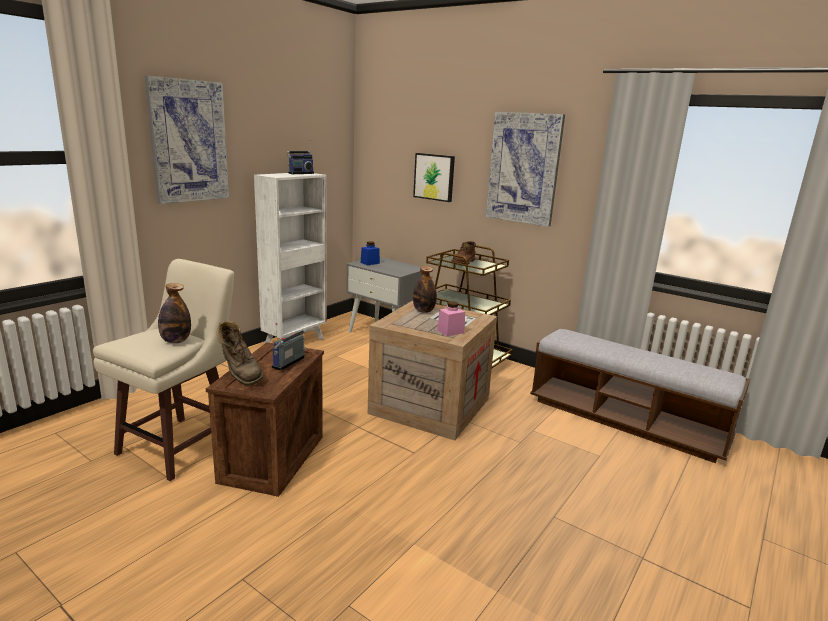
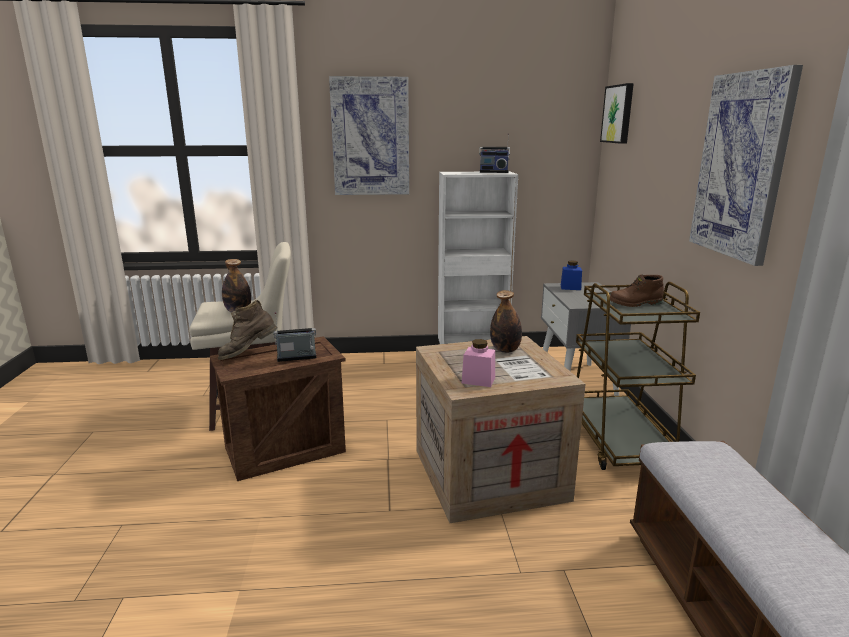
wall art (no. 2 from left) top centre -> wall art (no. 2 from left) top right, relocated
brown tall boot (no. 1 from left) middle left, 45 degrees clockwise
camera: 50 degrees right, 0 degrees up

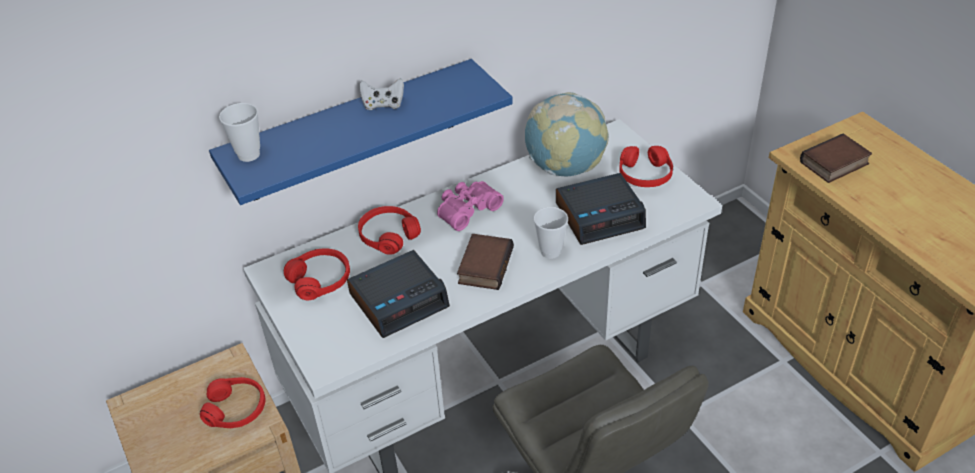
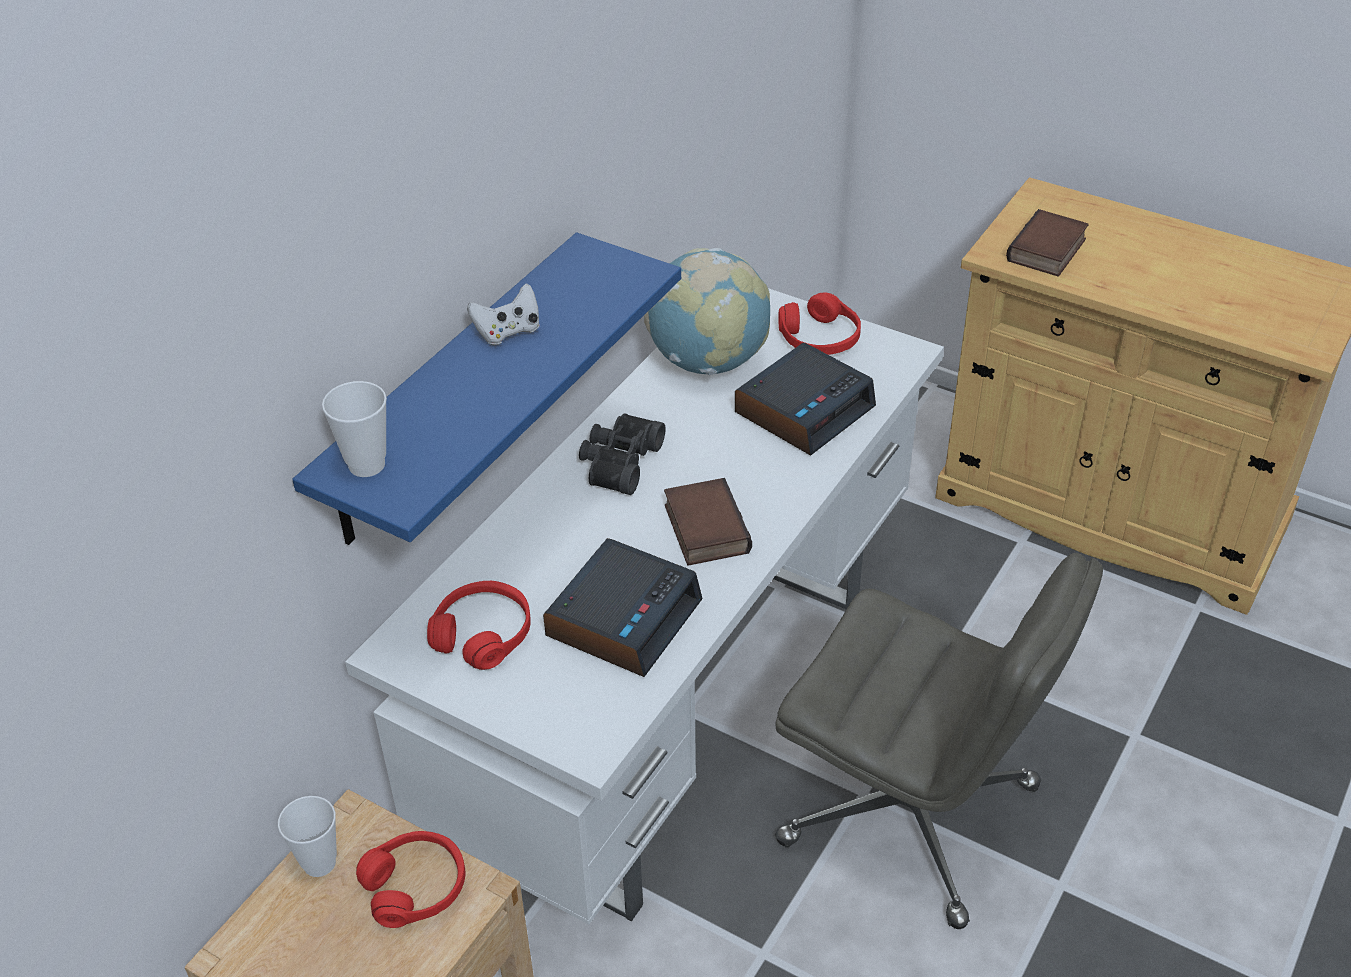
red-coloured headset (no. 3 from left) centre -> none
small cup (no. 2 from left in the first image) centre -> small cup (no. 1 from left) bottom left, relocated
pink-coloured pair of binoculars centre -> black-coloured pair of binoculars centre
camera: 30 degrees left, 0 degrees up

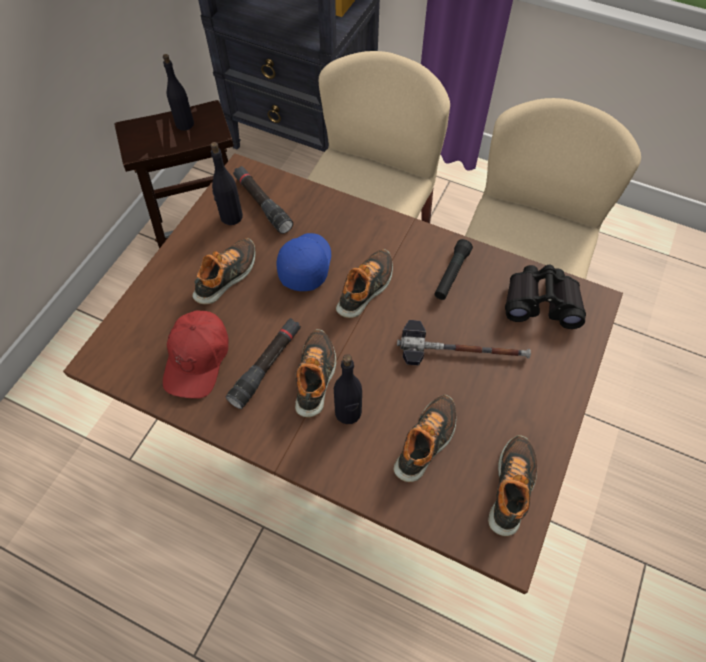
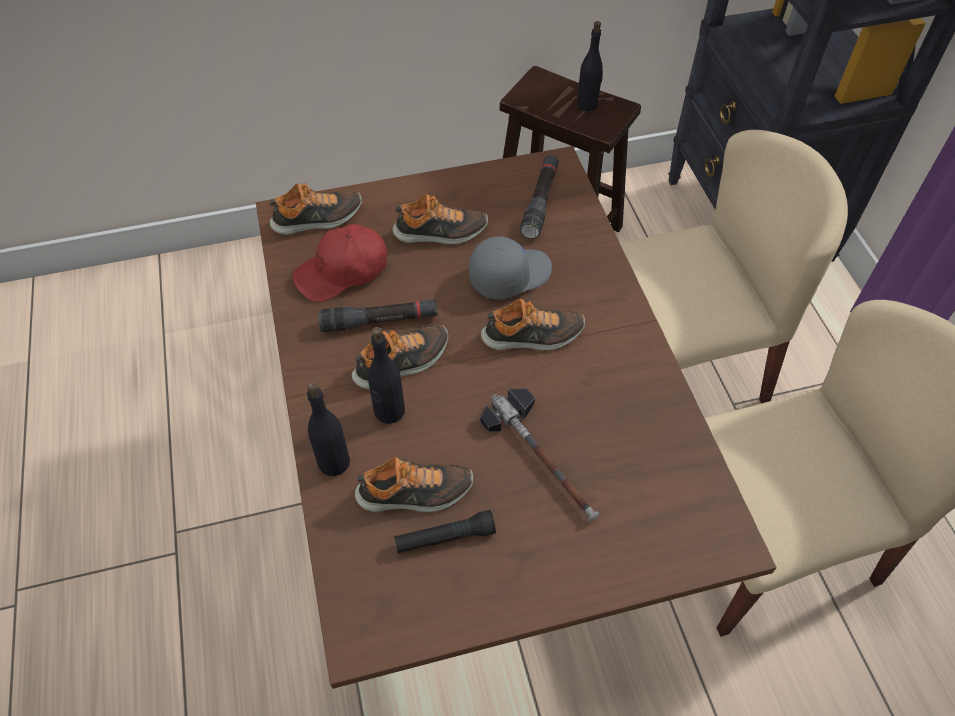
black-coloured pair of binoculars middle right -> none
black-coloured beverage bottle (no. 2 from left in the first image) top left -> black-coloured beverage bottle (no. 1 from left) centre, relocated
black-coloured torch (no. 3 from left in the first image) centre -> black-coloured torch (no. 2 from left) bottom centre, relocated
shoe (no. 5 from left in the first image) bottom right -> shoe (no. 1 from left) top left, relocated
blue-coloured cap centre -> gray cap centre
camera: 50 degrees right, 5 degrees down

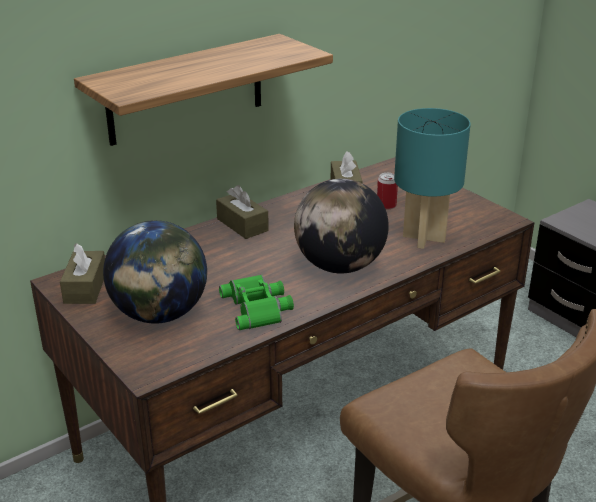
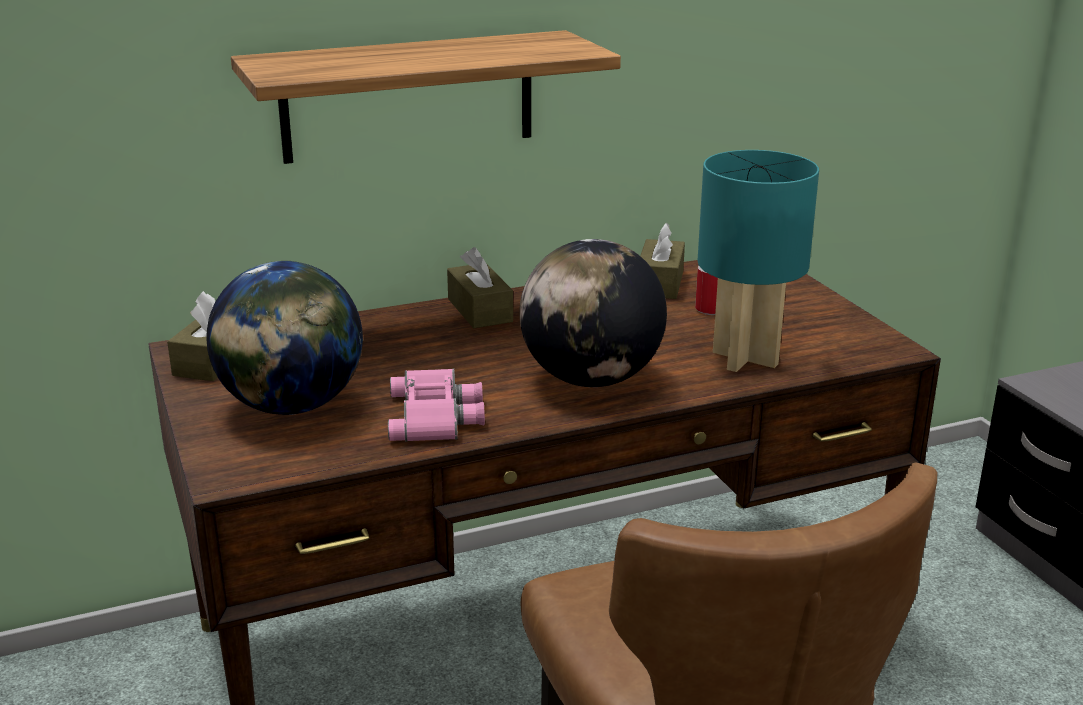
greenish pair of binoculars centre -> pink-coloured pair of binoculars centre
camera: 15 degrees right, 5 degrees down

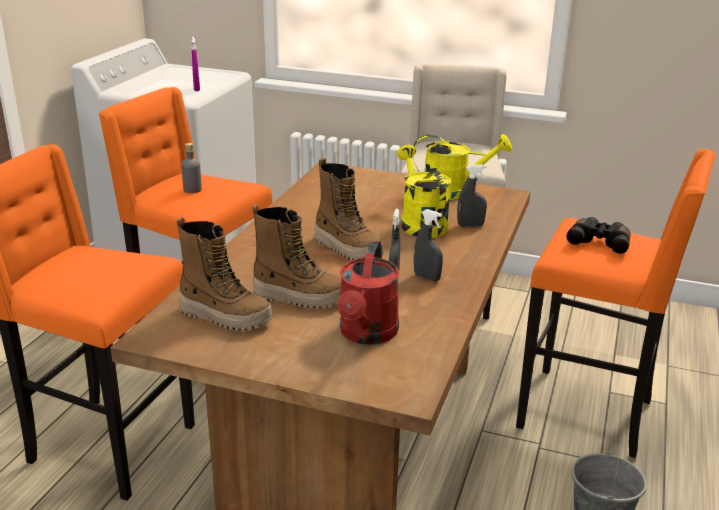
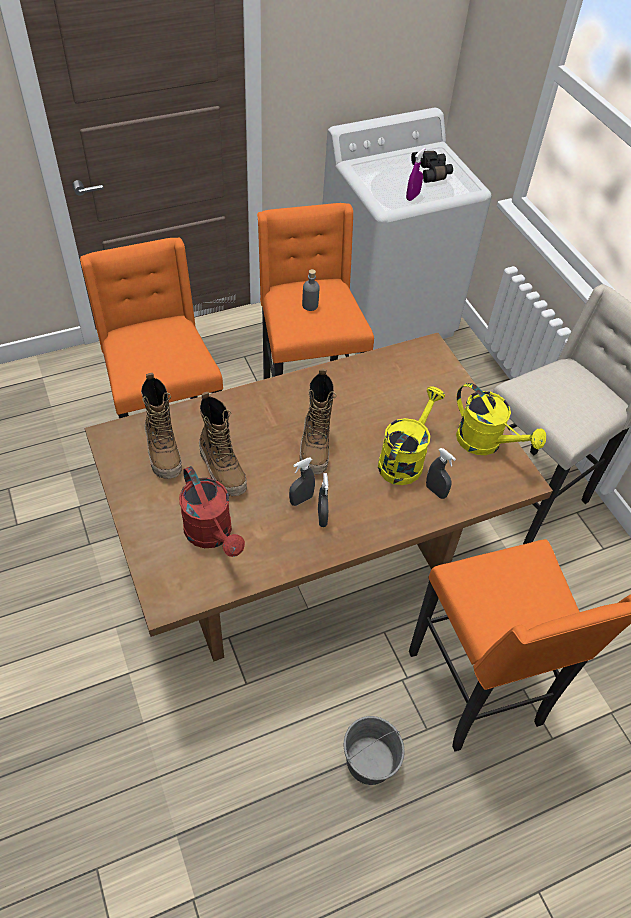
black-coloured pair of binoculars middle right -> black-coloured pair of binoculars top right, relocated
red-coloured sprinkling can centre, 90 degrees counterclockwise
camera: 45 degrees right, 25 degrees up

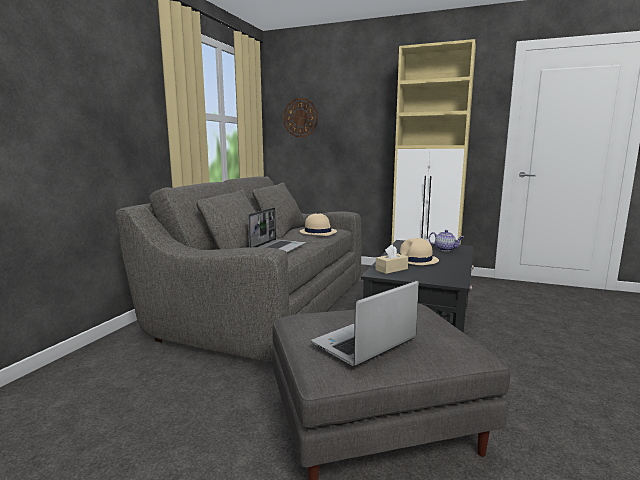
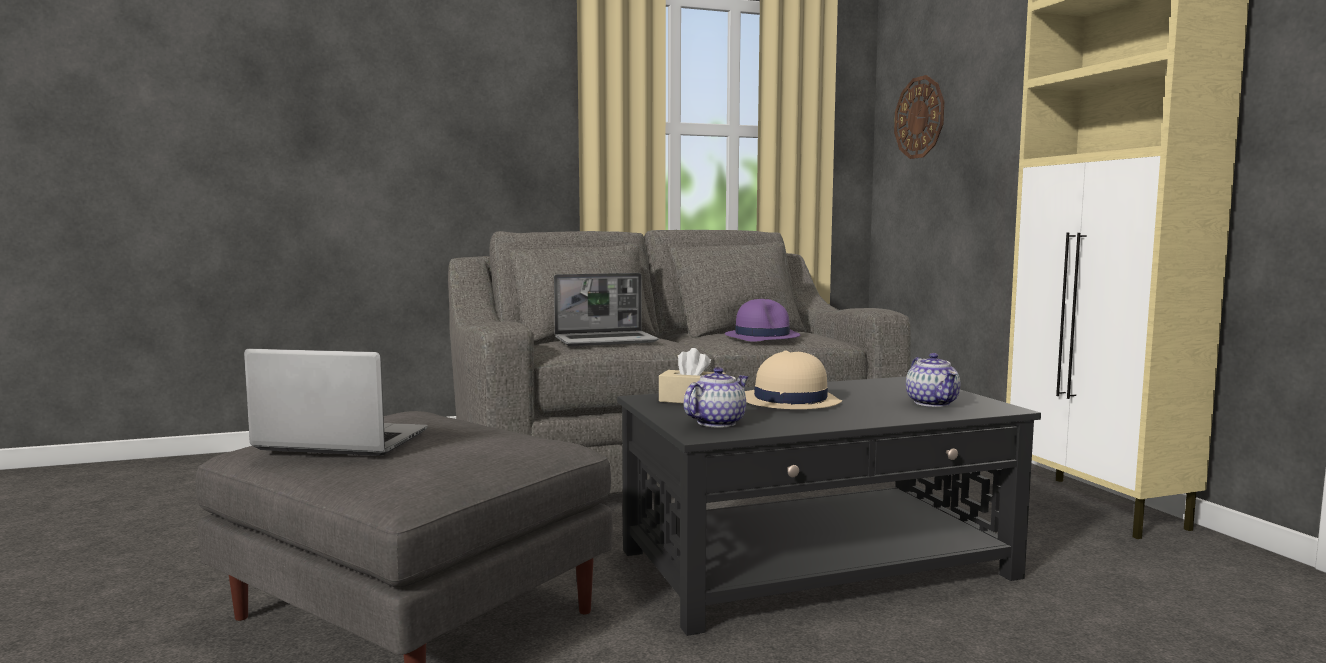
none -> pot for tea (no. 1 from left) centre
beige-coloured hat (no. 1 from left) centre -> purplish hat centre
camera: 50 degrees right, 5 degrees down

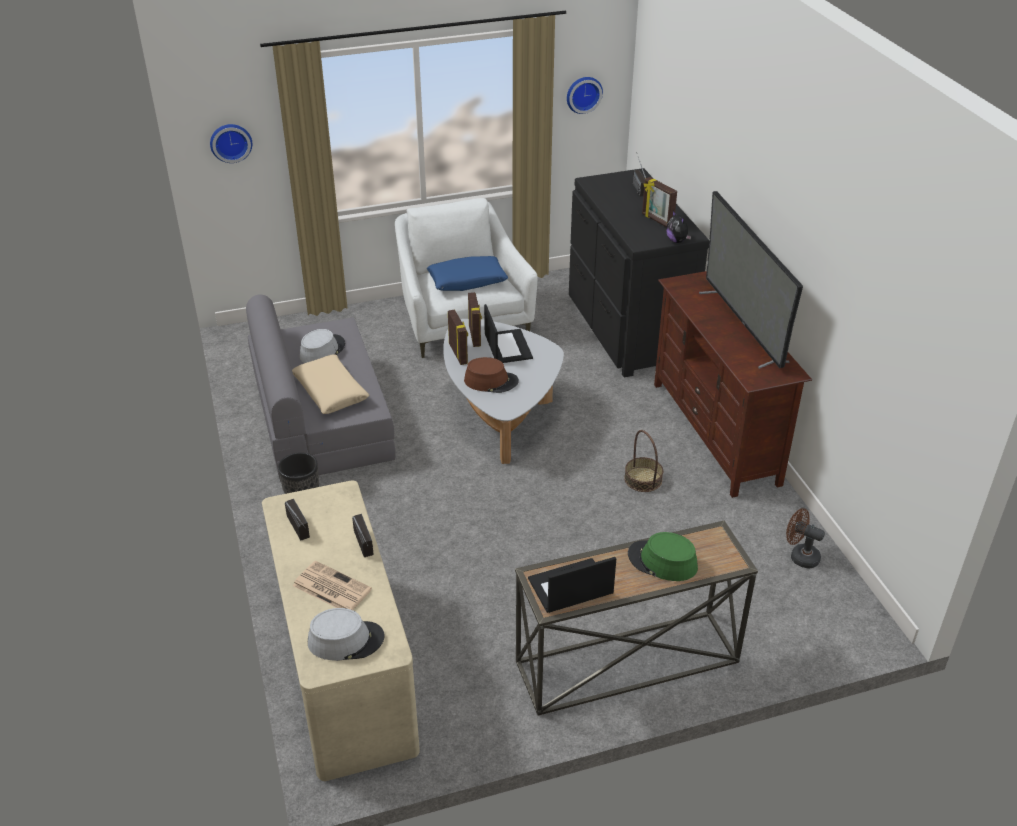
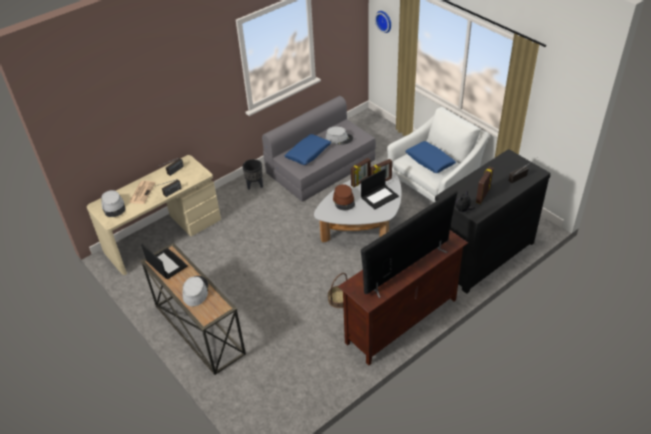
wall clock (no. 2 from left) top centre -> none
brown electric fan middle right -> none
beige-coloured pillow middle left -> blue-coloured pillow (no. 1 from left) centre
greenish hat bottom centre -> gray hat (no. 2 from left) bottom left
camera: 70 degrees right, 5 degrees up

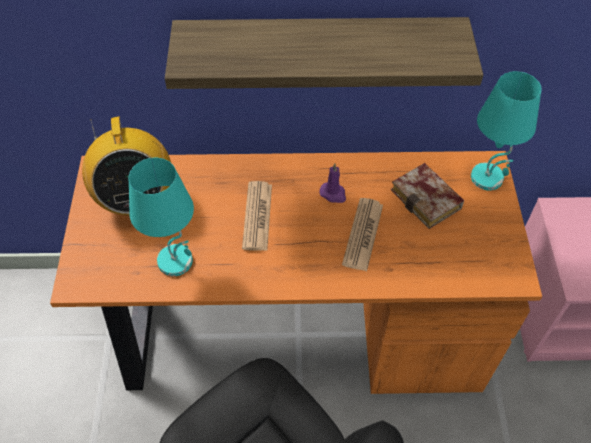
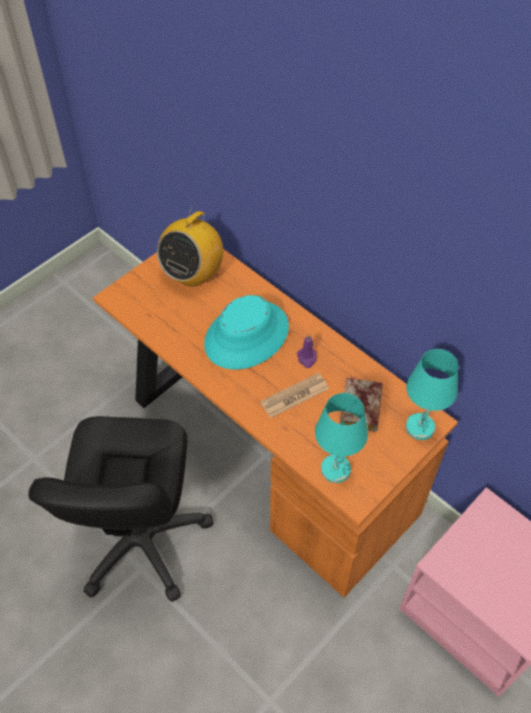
shelf top centre -> none
turquoise lamp for a table (no. 1 from left) middle left -> turquoise lamp for a table (no. 1 from left) centre, relocated
daily paper (no. 1 from left) centre -> turquoise hat centre
camera: 45 degrees right, 0 degrees up

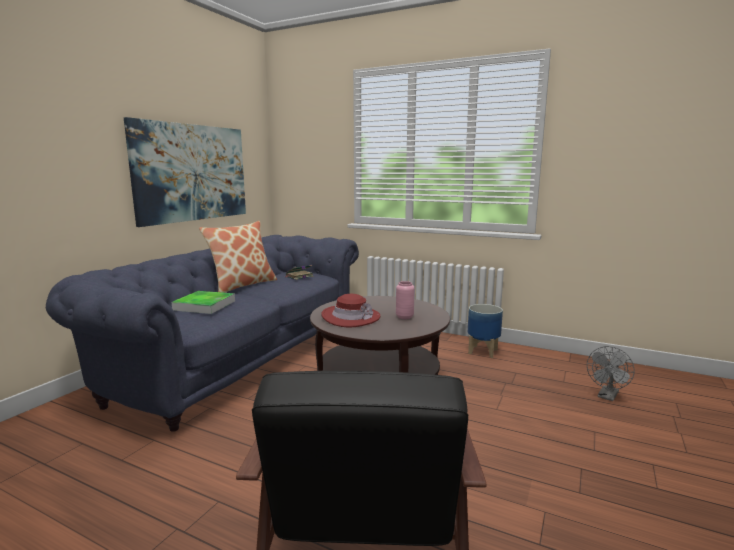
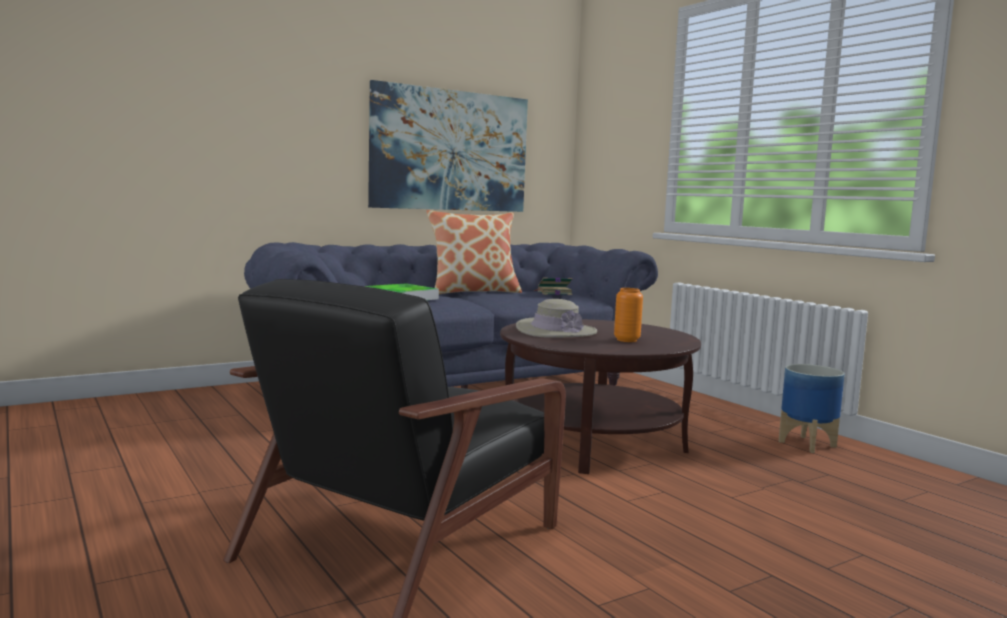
gray electric fan bottom right -> none
red-coloured hat centre -> beige-coloured hat centre
pink-coloured vase centre -> orange vase centre
camera: 30 degrees right, 5 degrees down

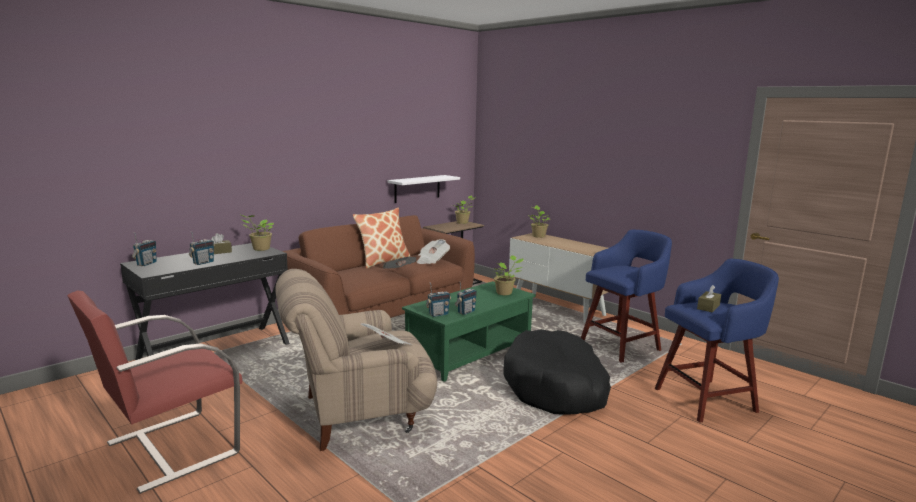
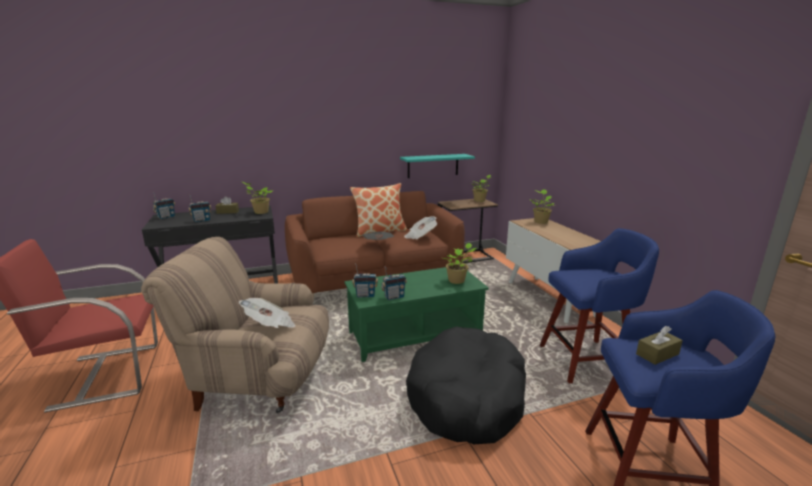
white-coloured shelf centre -> turquoise shelf centre
camera: 25 degrees right, 5 degrees up

